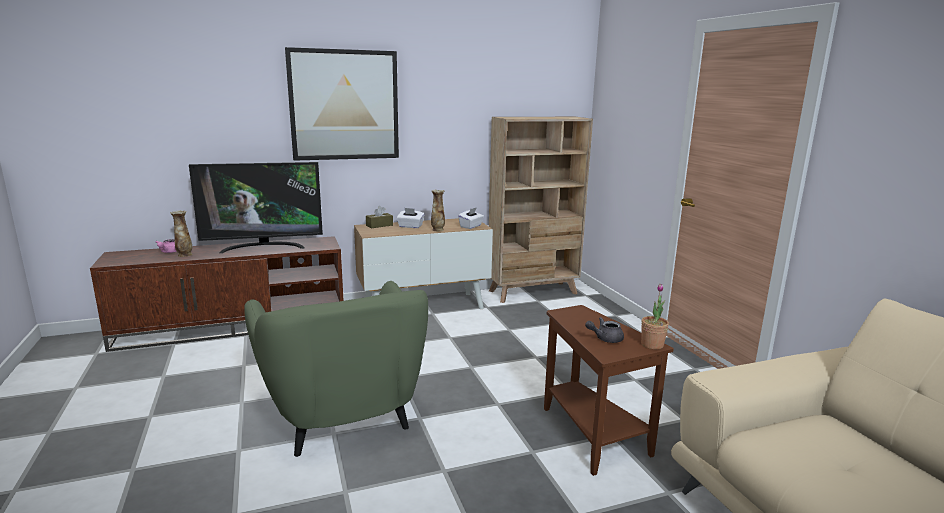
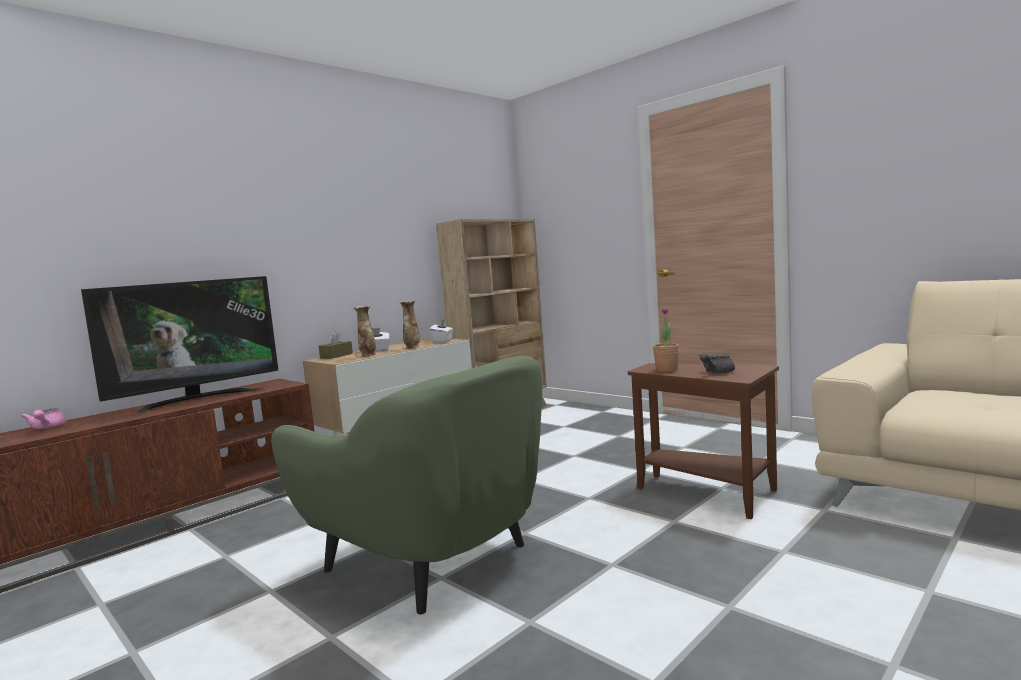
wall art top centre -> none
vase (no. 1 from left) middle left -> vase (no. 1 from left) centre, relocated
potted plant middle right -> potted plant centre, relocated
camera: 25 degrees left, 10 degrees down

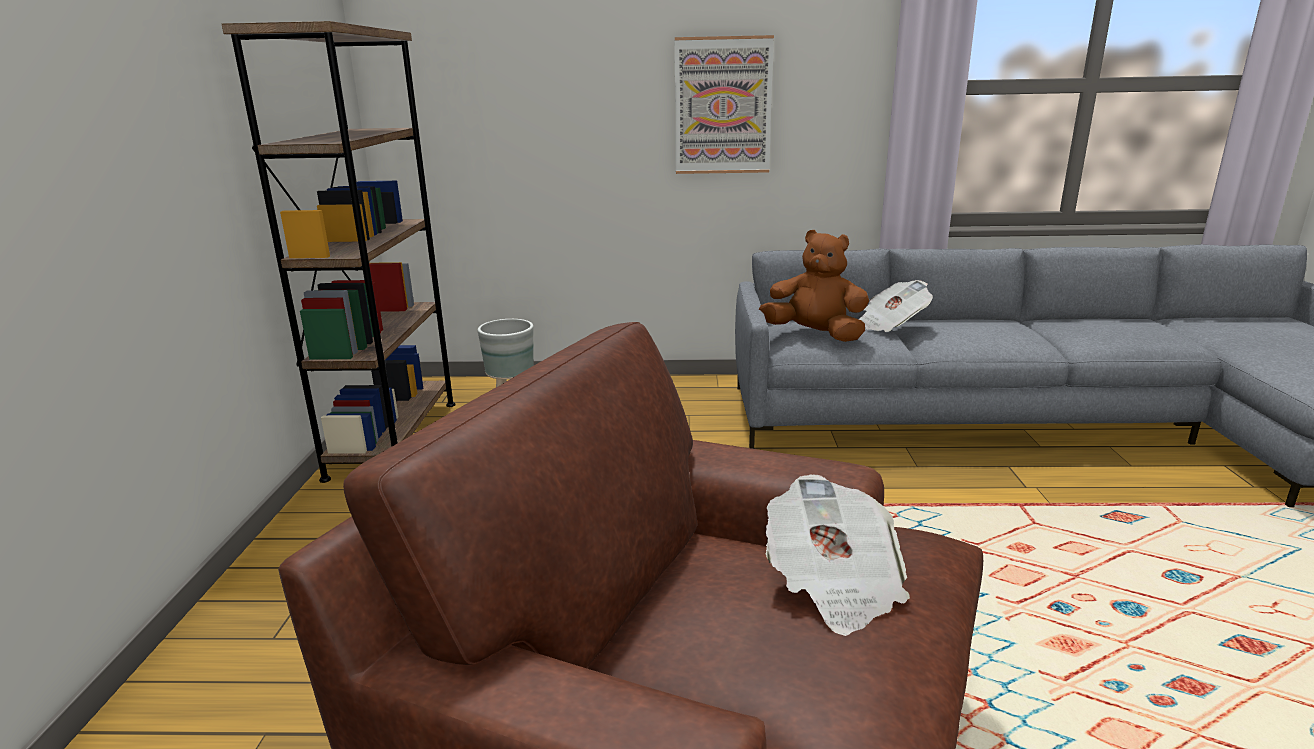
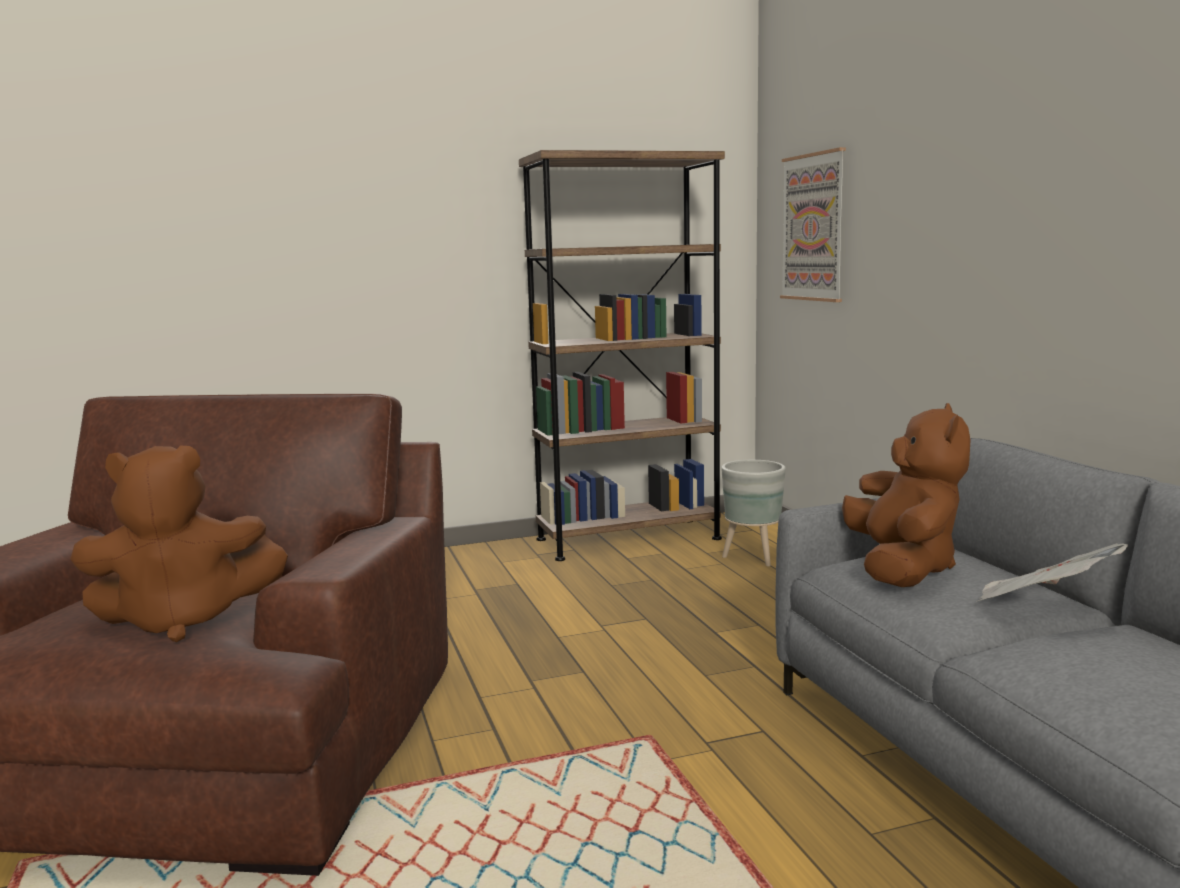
wall art top centre -> wall art top right, relocated
daily paper (no. 1 from left) bottom centre -> brown cuddly toy (no. 1 from left) middle left
camera: 70 degrees right, 10 degrees down

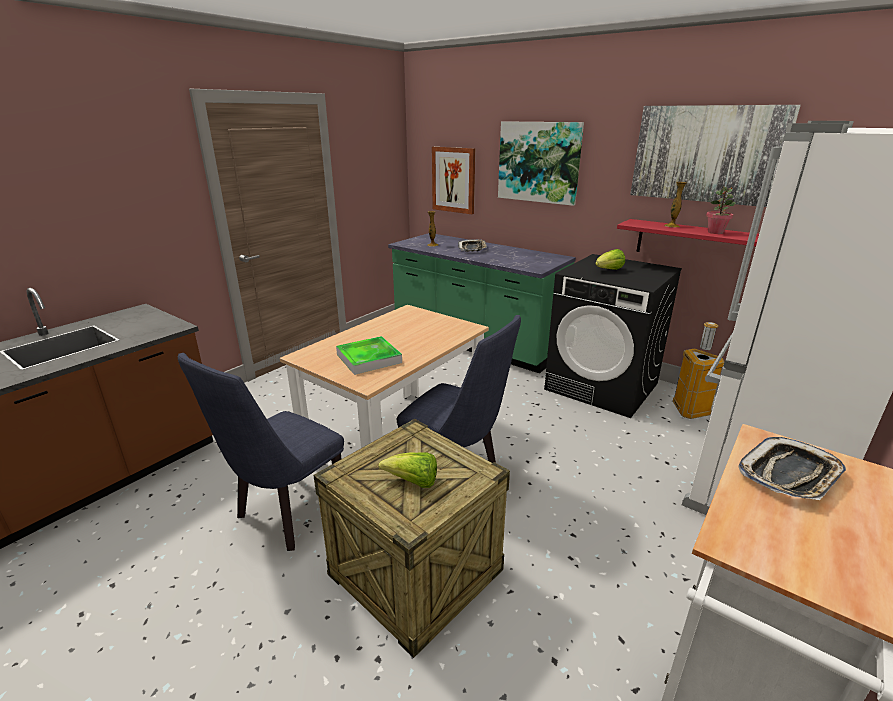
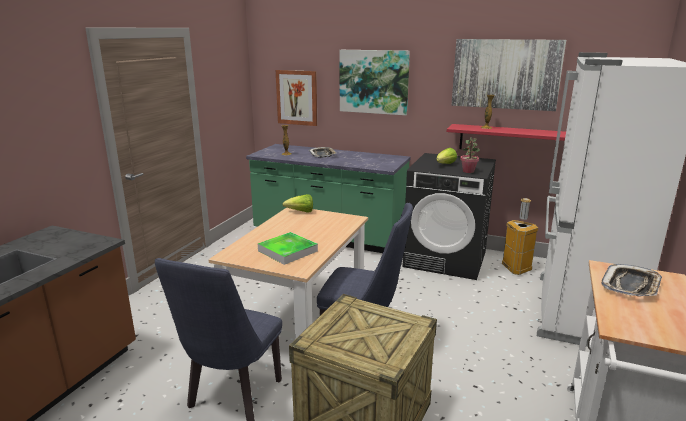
lettuce (no. 1 from left) bottom centre -> lettuce (no. 1 from left) centre, relocated
potted plant top right -> potted plant middle right, relocated
camera: 15 degrees left, 5 degrees down

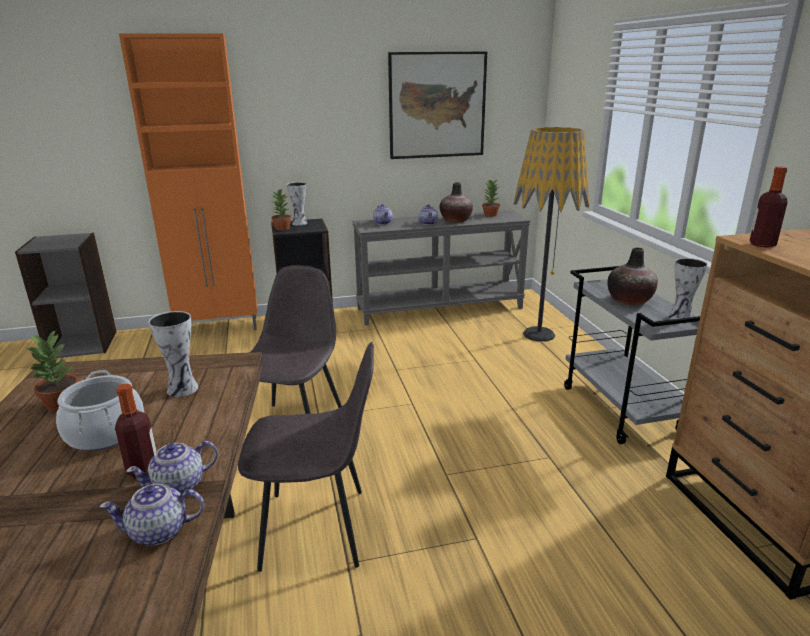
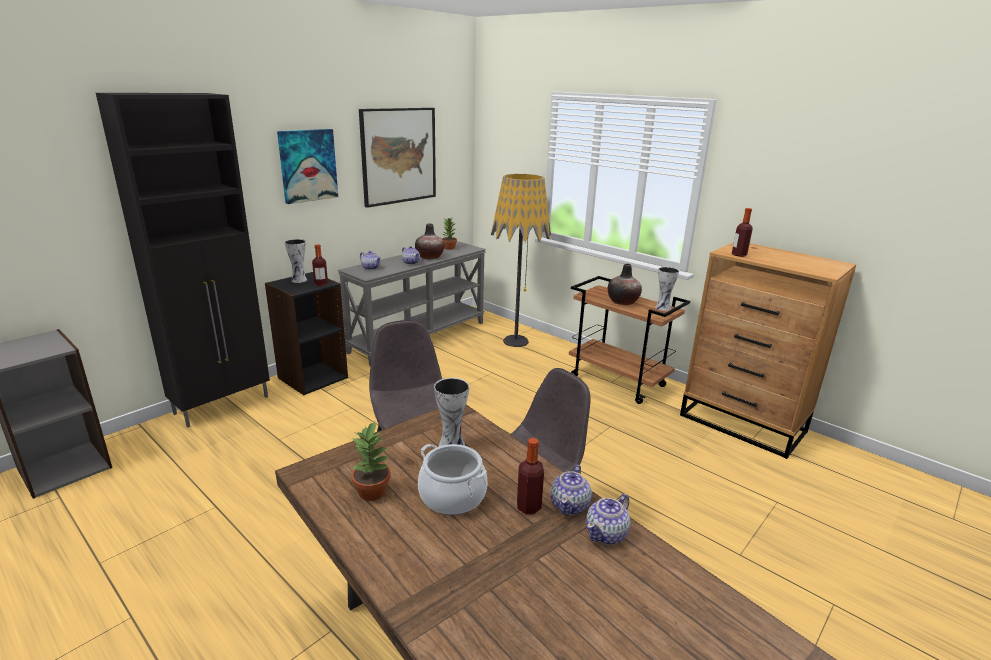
potted plant (no. 2 from left) top centre -> none
none -> wall art (no. 1 from left) top left
none -> beverage bottle (no. 1 from left) middle left
orange storage cabinet top left -> black-coloured storage cabinet middle left
gray wheeled cart middle right -> brown wheeled cart centre
camera: 35 degrees left, 0 degrees up

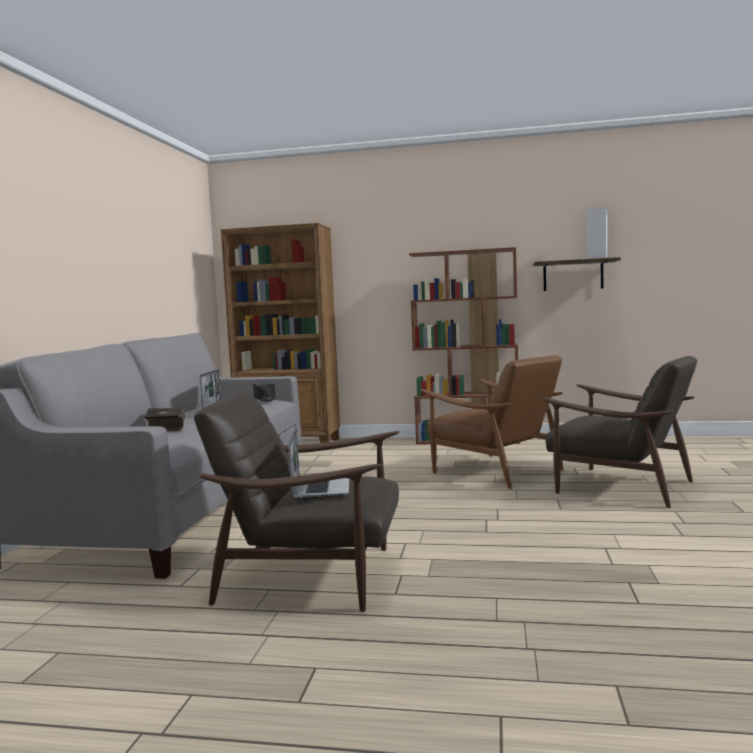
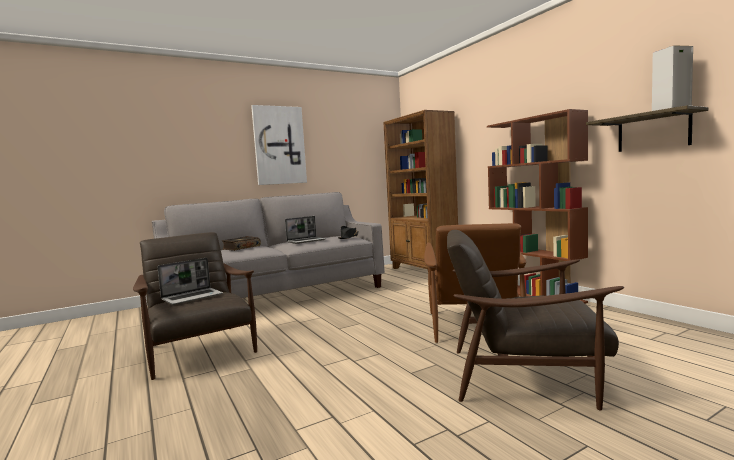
none -> wall art top centre
brown lounge chair (no. 3 from left) middle right -> brown lounge chair (no. 3 from left) bottom right, 105 degrees clockwise
camera: 50 degrees right, 0 degrees up

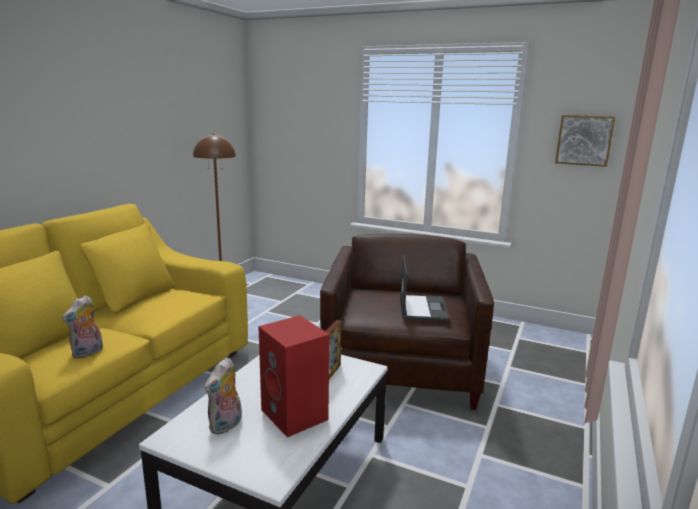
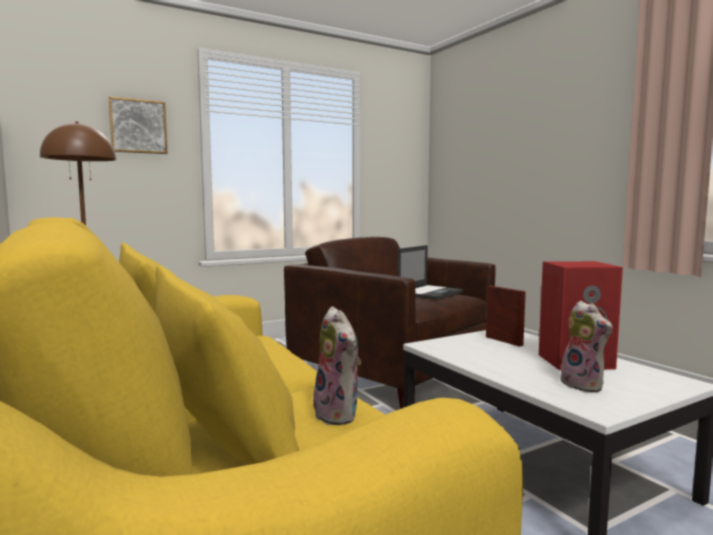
wall art top right -> wall art top left, relocated
notebook computer centre, 90 degrees clockwise
camera: 55 degrees left, 10 degrees down

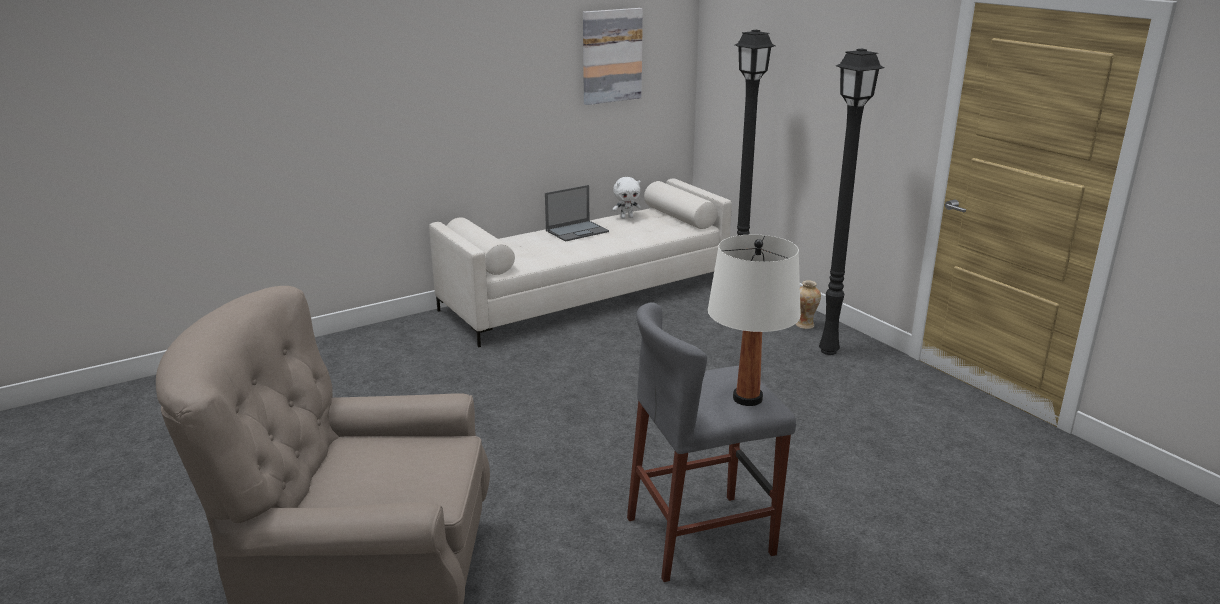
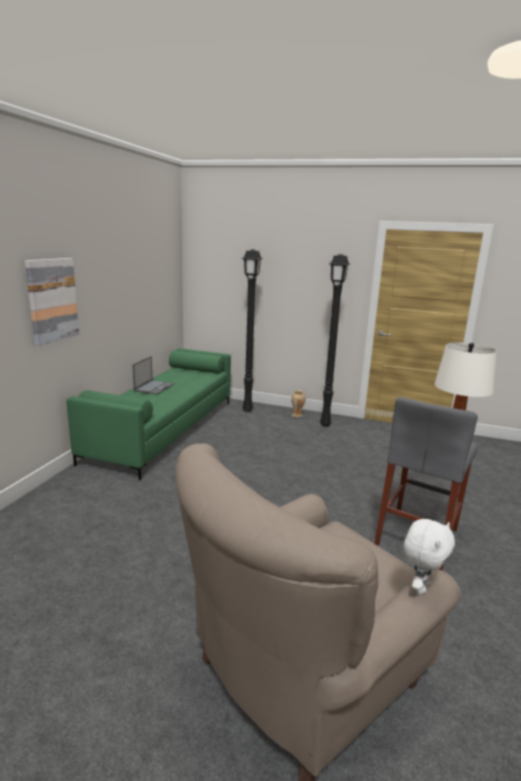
wall art top centre -> wall art middle left, relocated
white-coloured cuddly toy top centre -> white-coloured cuddly toy bottom right, relocated
white-coloured sofa centre -> greenish sofa middle left
camera: 40 degrees left, 5 degrees down

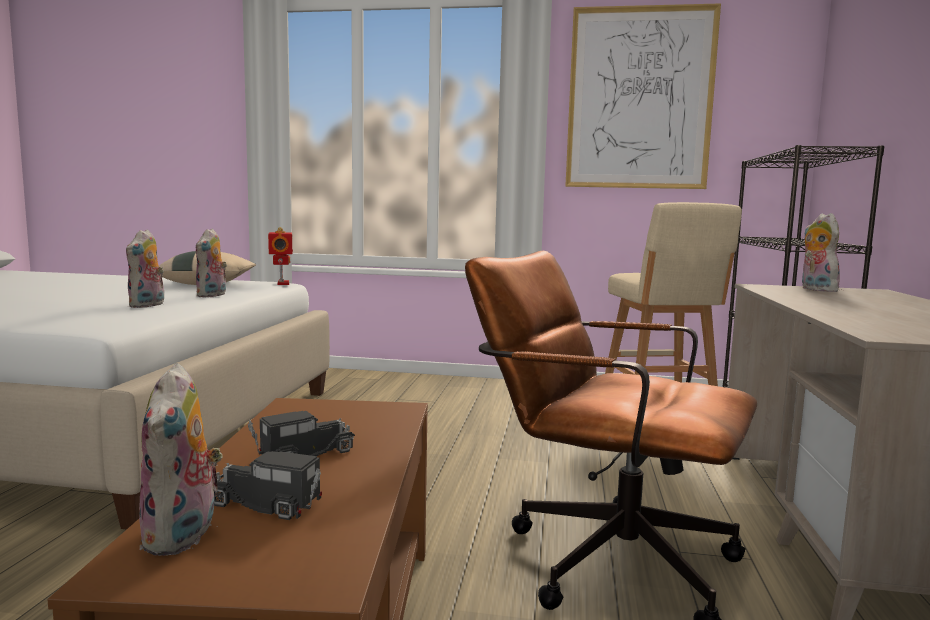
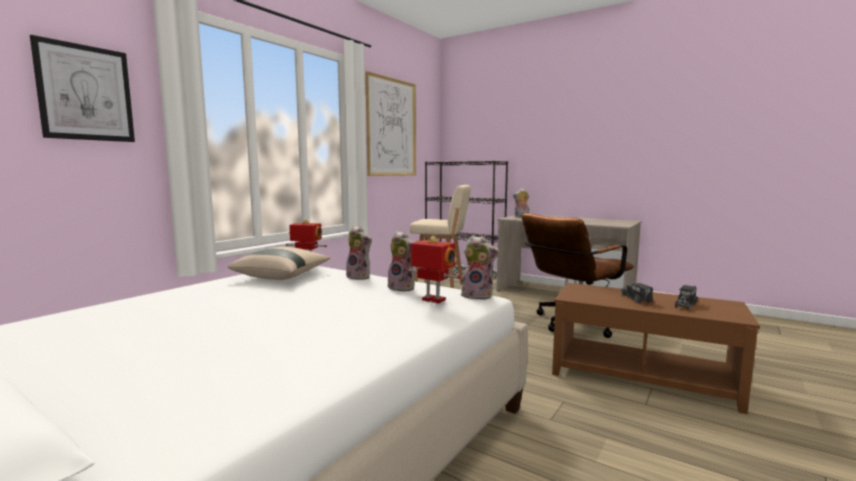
none -> wall art (no. 1 from left) top left
none -> model robot (no. 2 from left) centre
cuddly toy (no. 2 from left in the first image) bottom left -> cuddly toy (no. 3 from left) centre, relocated
camera: 65 degrees left, 0 degrees up

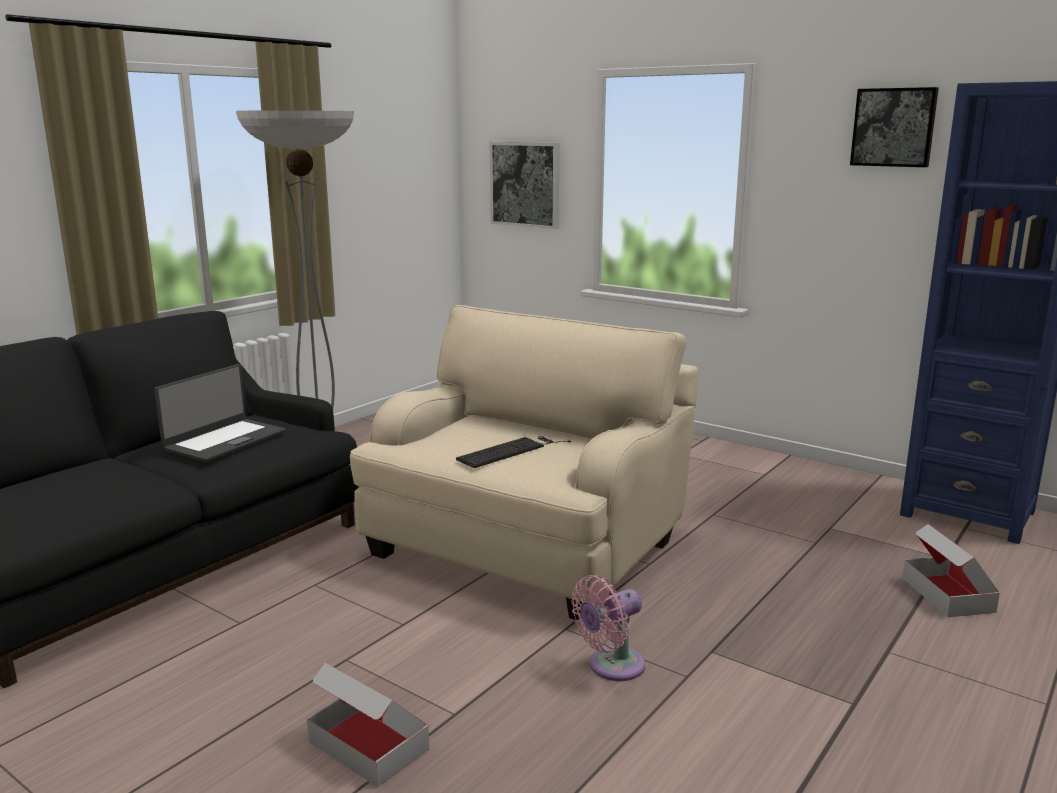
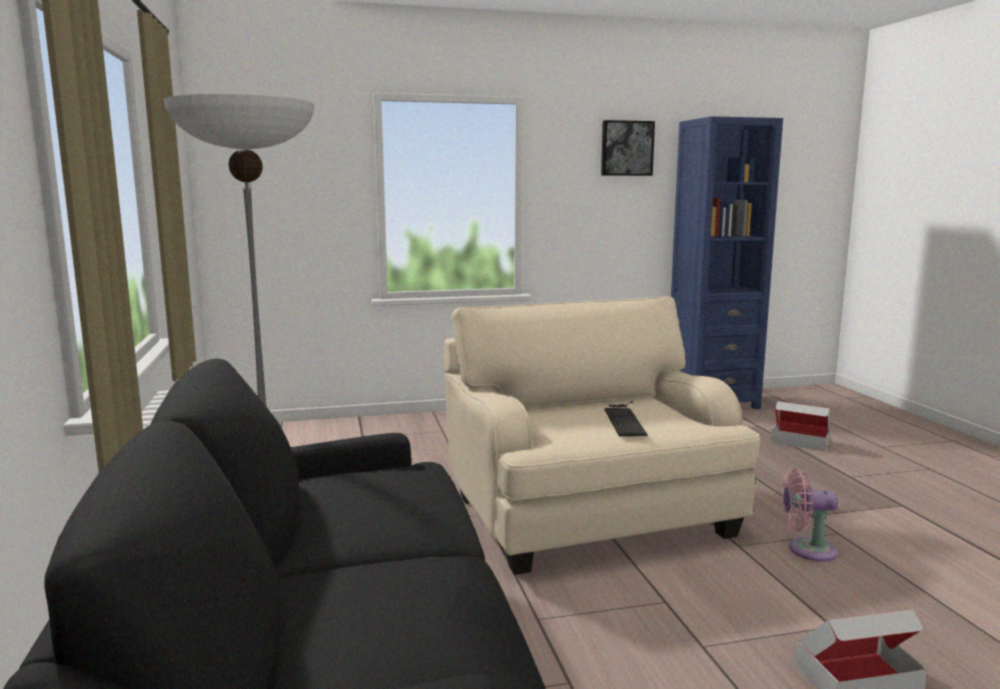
notebook computer middle left -> none
wall art (no. 1 from left) top centre -> none
pink-coloured electric fan bottom centre -> pink-coloured electric fan bottom right, 90 degrees clockwise
camera: 50 degrees left, 5 degrees down

